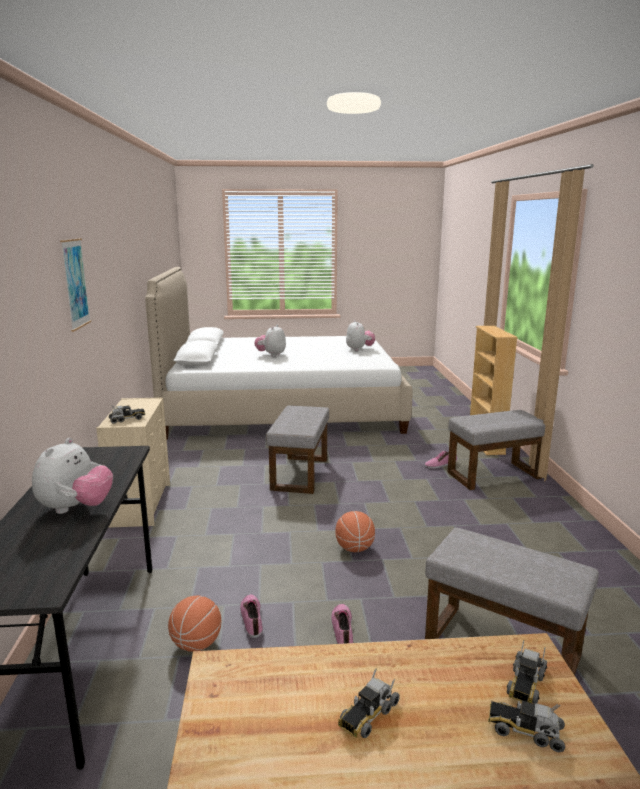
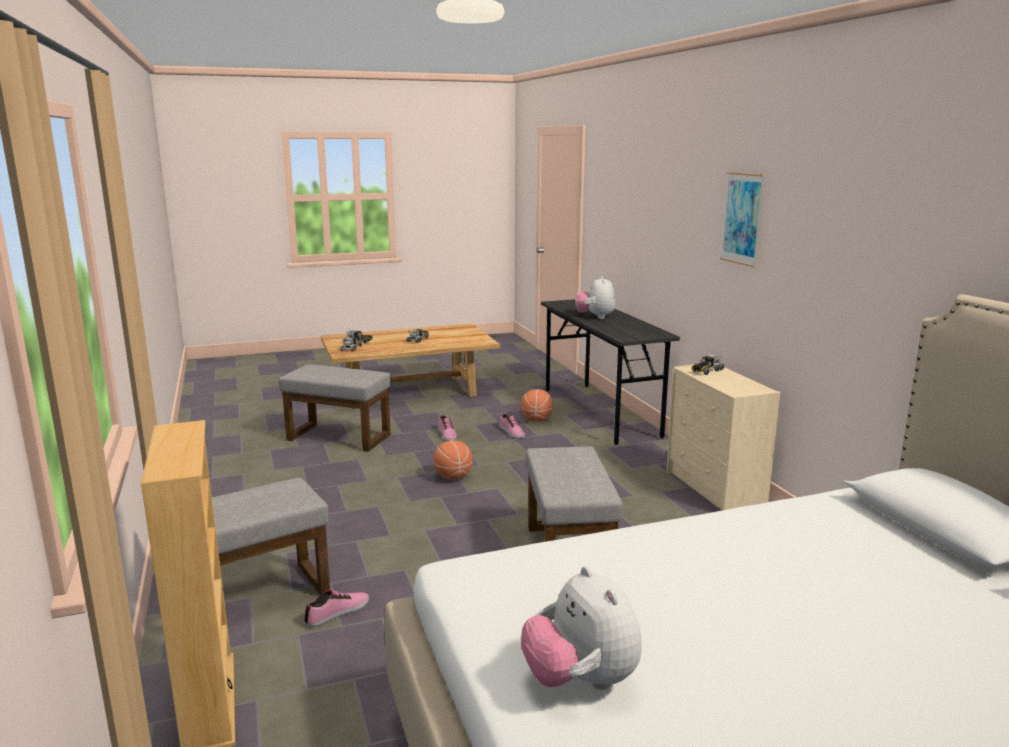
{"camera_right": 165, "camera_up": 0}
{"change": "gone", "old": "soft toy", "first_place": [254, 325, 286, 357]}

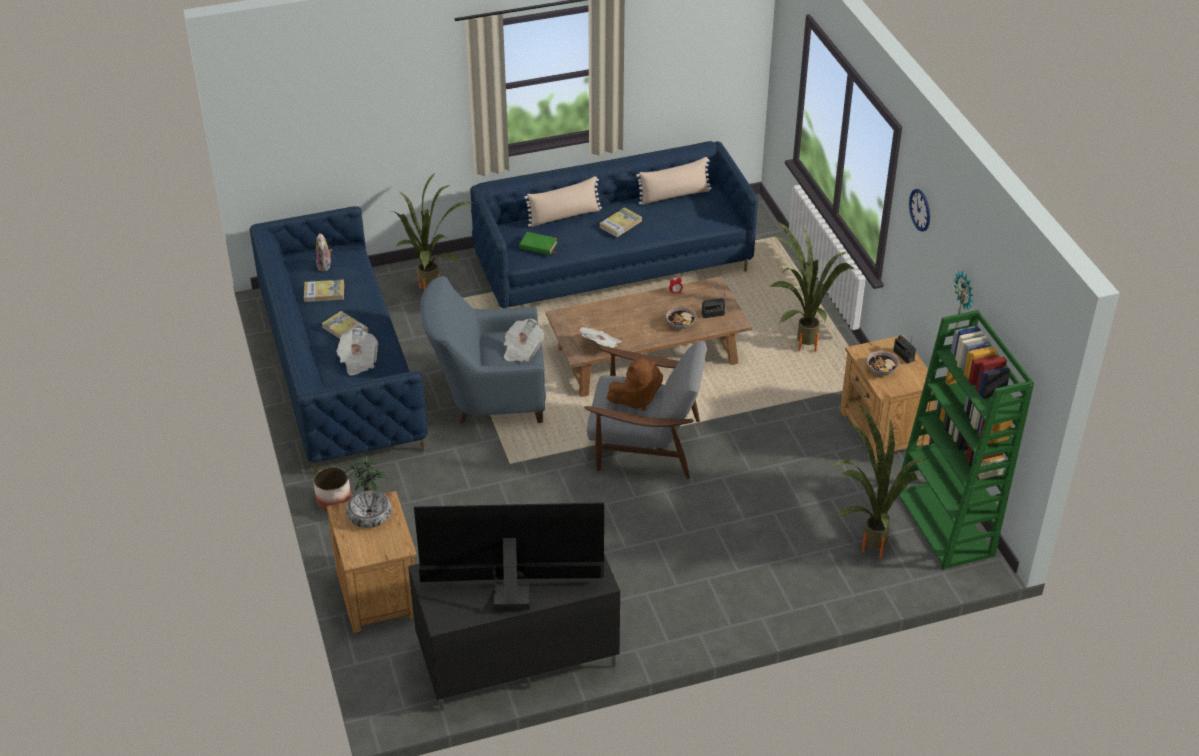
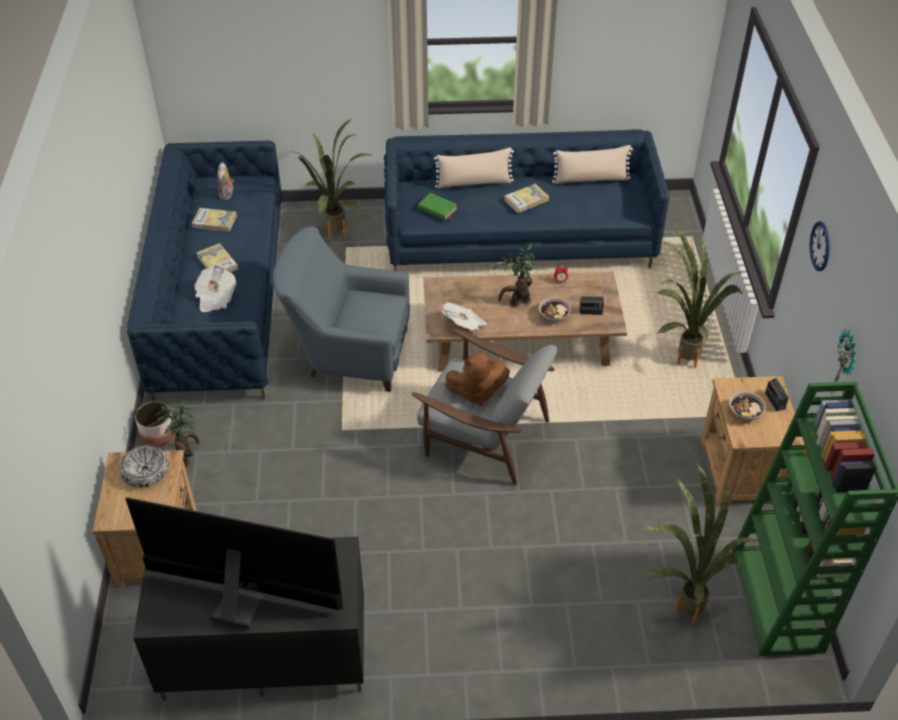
{"camera_right": 15, "camera_up": 5}
{"change": "gone", "old": "newspaper", "first_place": [504, 318, 544, 362]}
{"change": "new", "new": "houseplant", "second_place": [493, 244, 536, 308]}

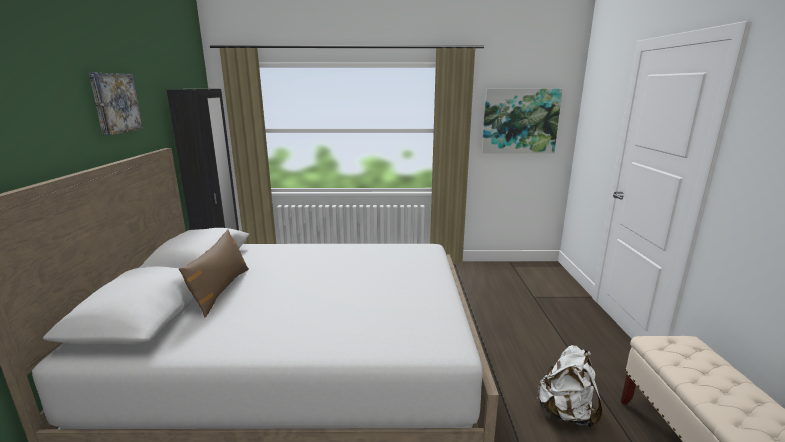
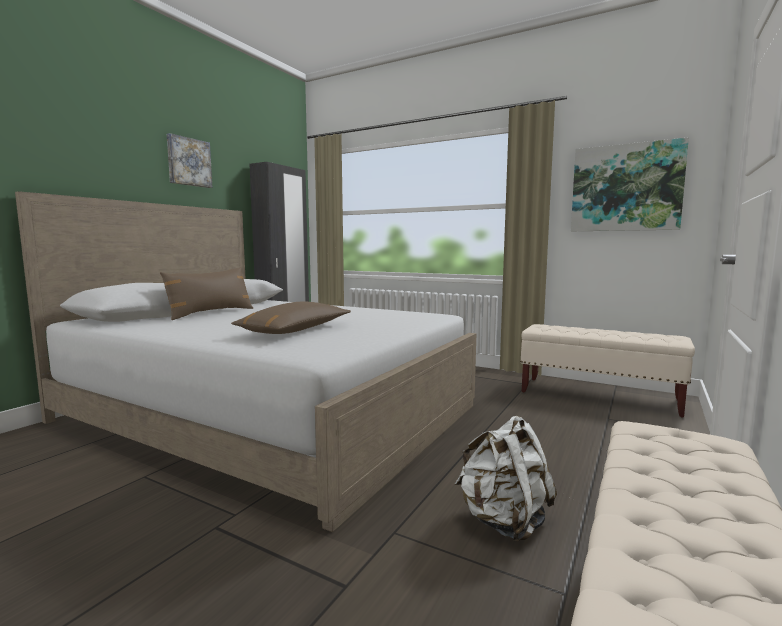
{"camera_right": 30, "camera_up": -10}
{"change": "new", "new": "brown throw pillow", "second_place": [231, 302, 351, 334]}
{"change": "new", "new": "sand-coloured bench", "second_place": [520, 324, 695, 417]}

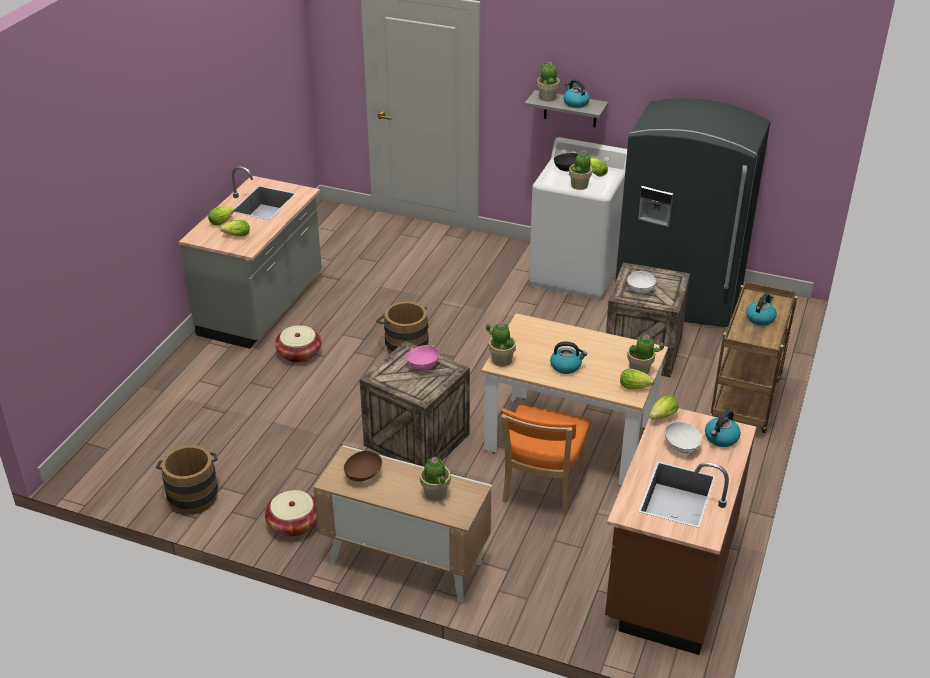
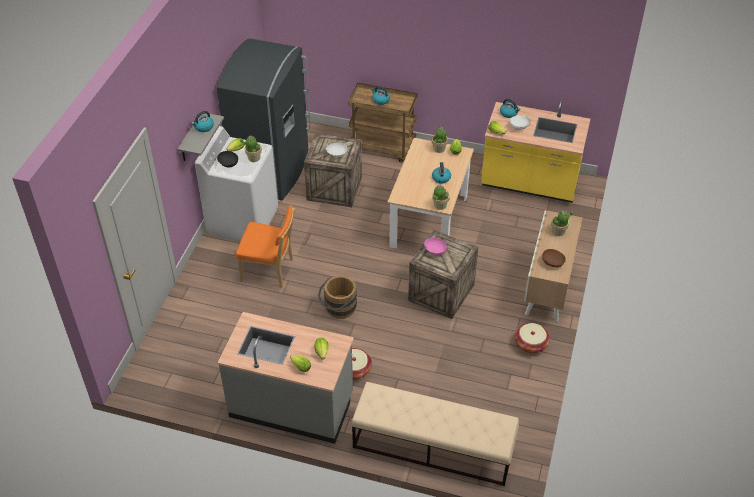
{"camera_right": -95, "camera_up": 10}
{"change": "gone", "old": "brown water bucket", "first_place": [156, 445, 218, 514]}
{"change": "shifted", "old": "orange chair", "first_place": [501, 405, 590, 515], "second_place": [236, 205, 295, 288]}
{"change": "gone", "old": "houseplant", "first_place": [537, 62, 560, 101]}
{"change": "repainted", "old": "brown kitchen base unit", "new": "yellow-coloured kitchen base unit", "first_place": [605, 408, 756, 655], "second_place": [481, 99, 590, 203]}
{"change": "new", "new": "sand-coloured bench", "second_place": [351, 382, 519, 486]}

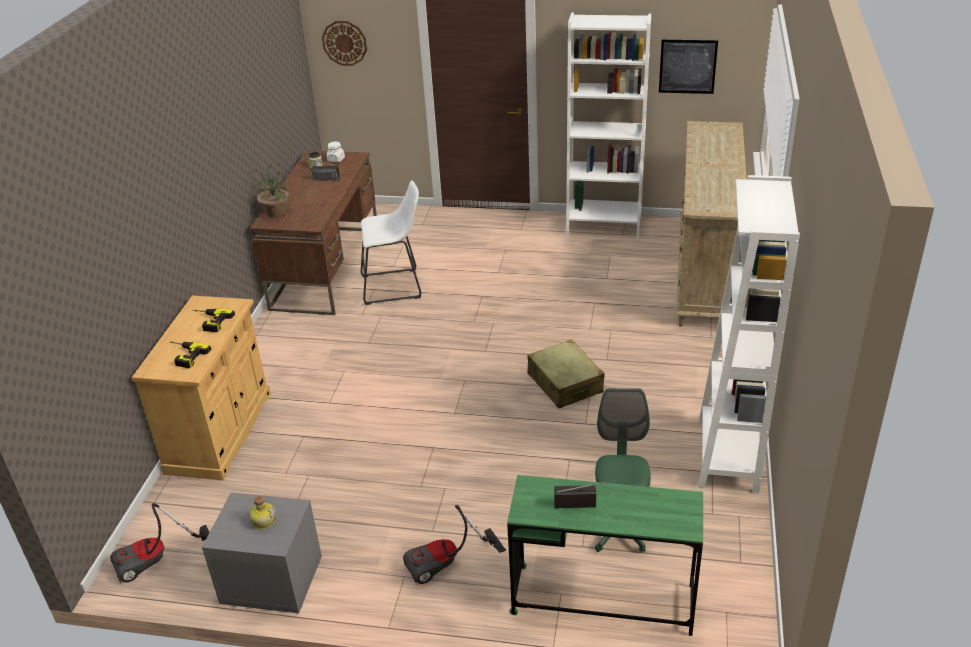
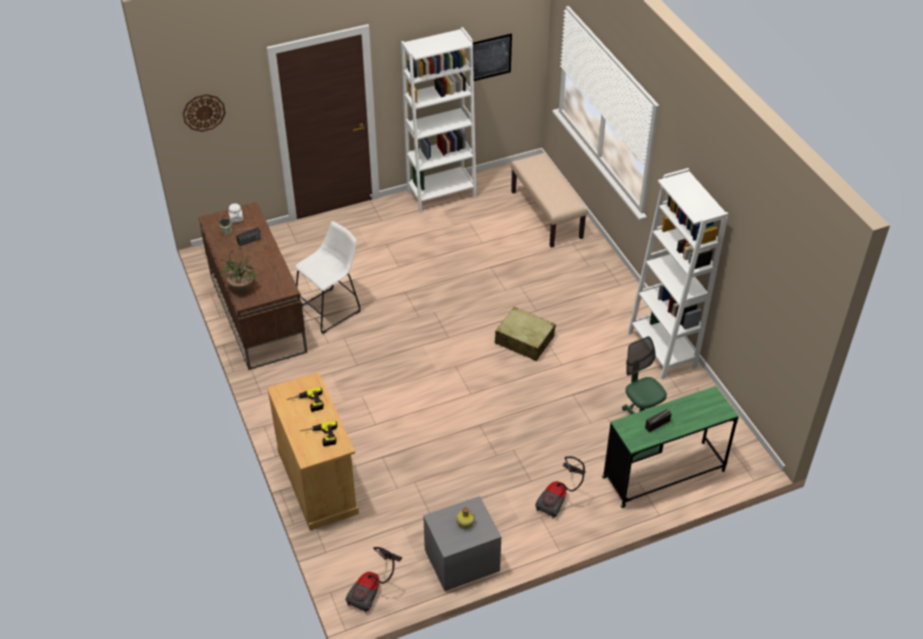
{"camera_right": -35, "camera_up": 10}
{"change": "swapped", "old": "sand-coloured drawer chest", "new": "sand-coloured bench", "first_place": [676, 121, 747, 327], "second_place": [511, 153, 588, 248]}

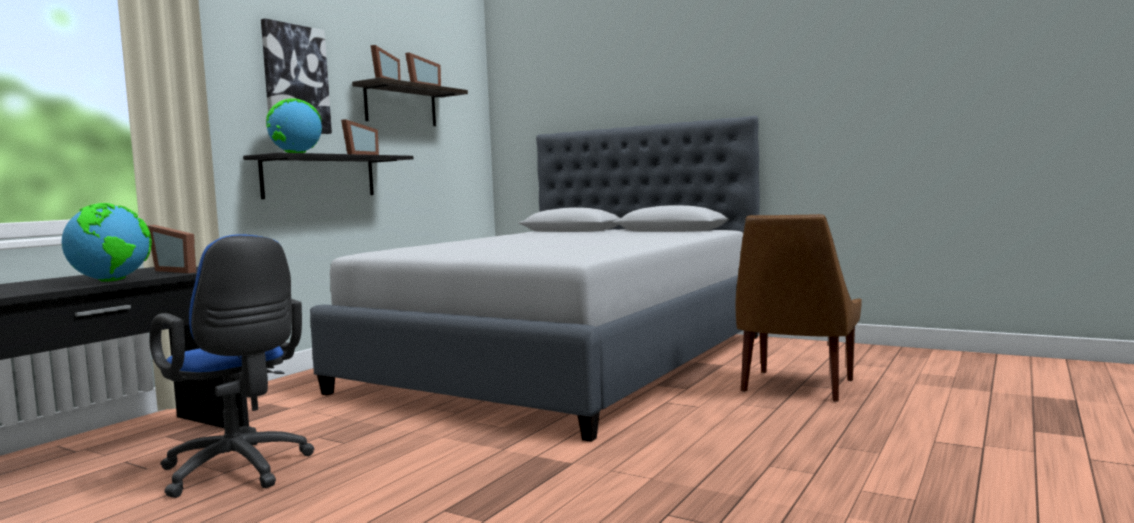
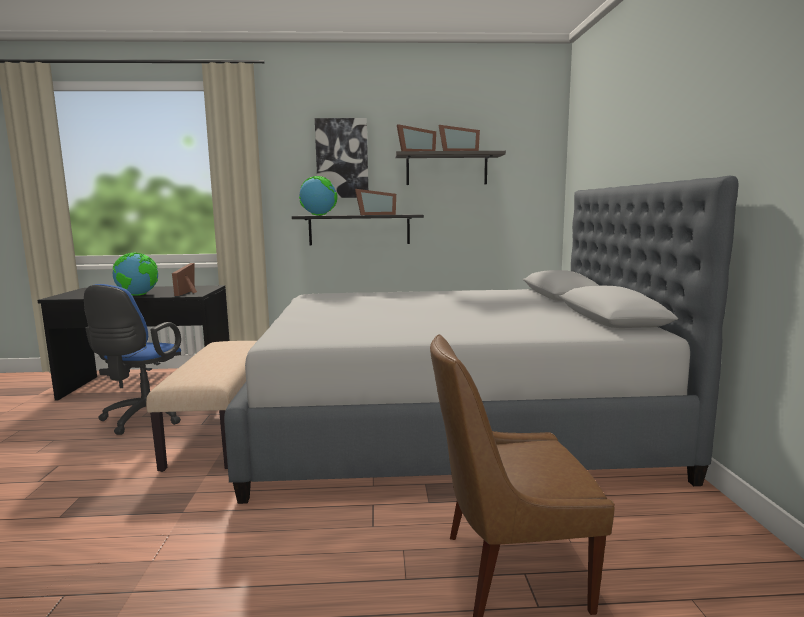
{"camera_right": 55, "camera_up": 5}
{"change": "new", "new": "sand-coloured bench", "second_place": [146, 341, 257, 472]}

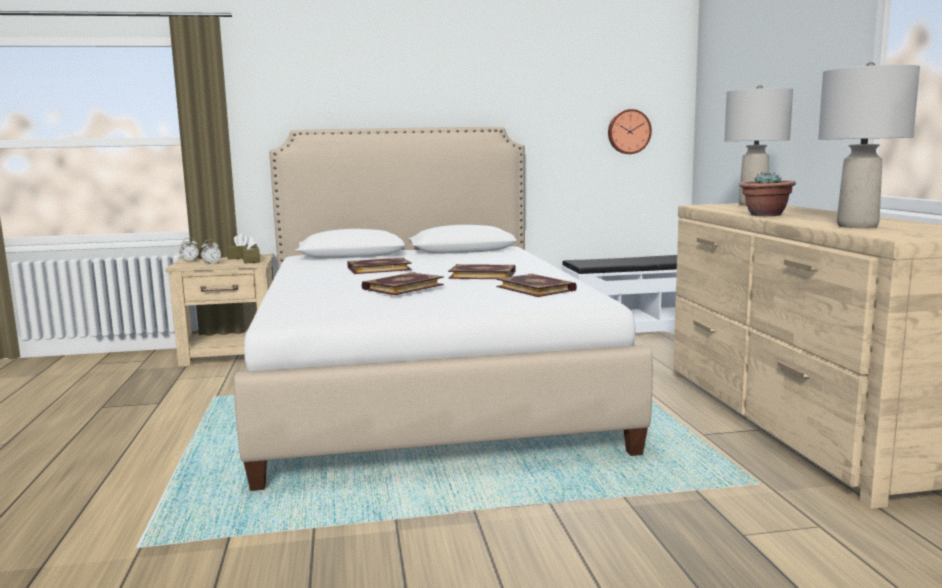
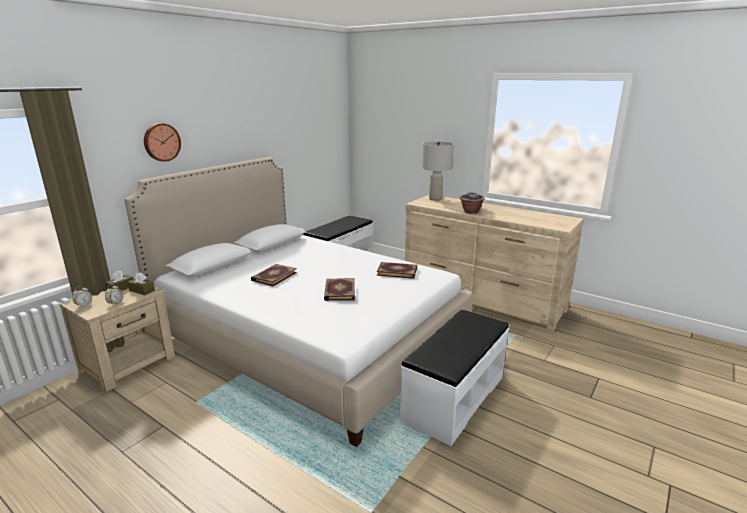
{"camera_right": -45, "camera_up": 10}
{"change": "gone", "old": "volume", "first_place": [448, 264, 516, 279]}
{"change": "shifted", "old": "wall clock", "first_place": [608, 109, 652, 154], "second_place": [144, 123, 181, 162]}
{"change": "gone", "old": "grey lamp for a table", "first_place": [818, 62, 920, 228]}
{"change": "new", "new": "white-coloured bench", "second_place": [400, 310, 509, 446]}

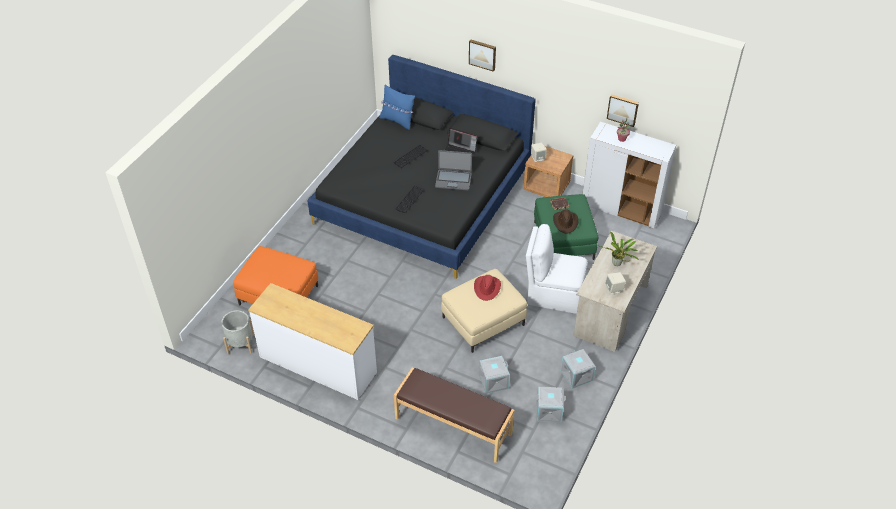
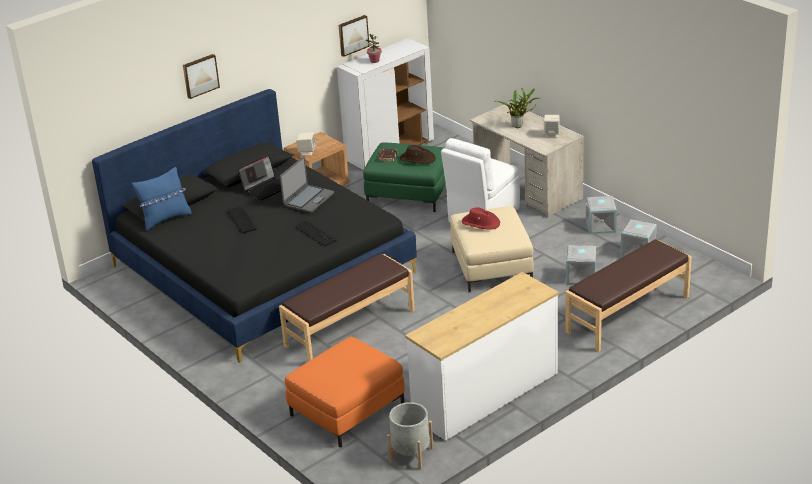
{"camera_right": -65, "camera_up": -15}
{"change": "new", "new": "brown bench", "second_place": [279, 254, 415, 361]}

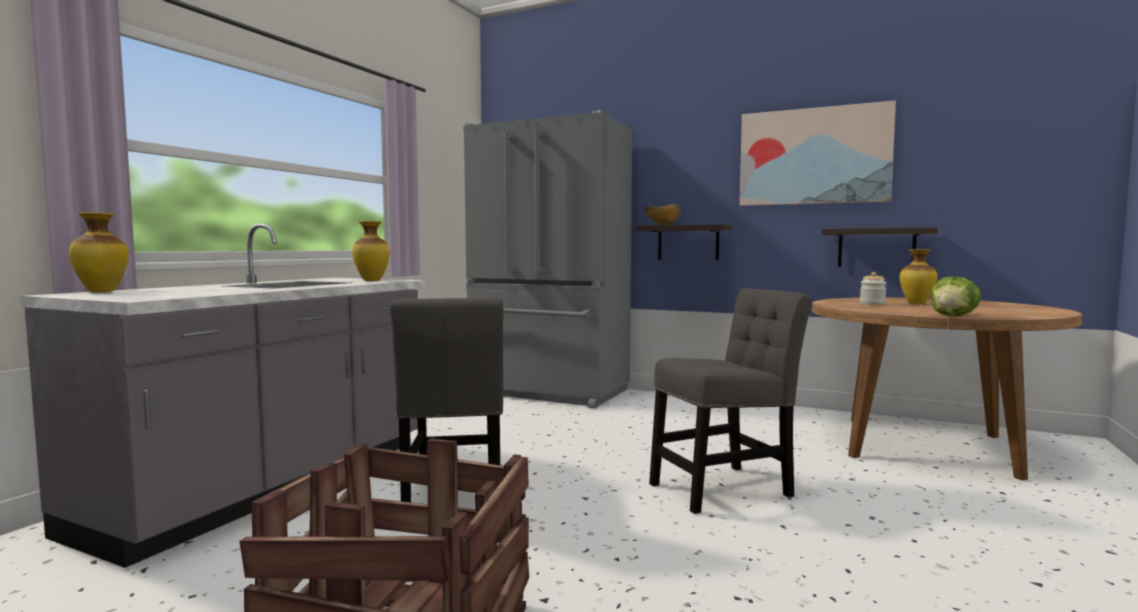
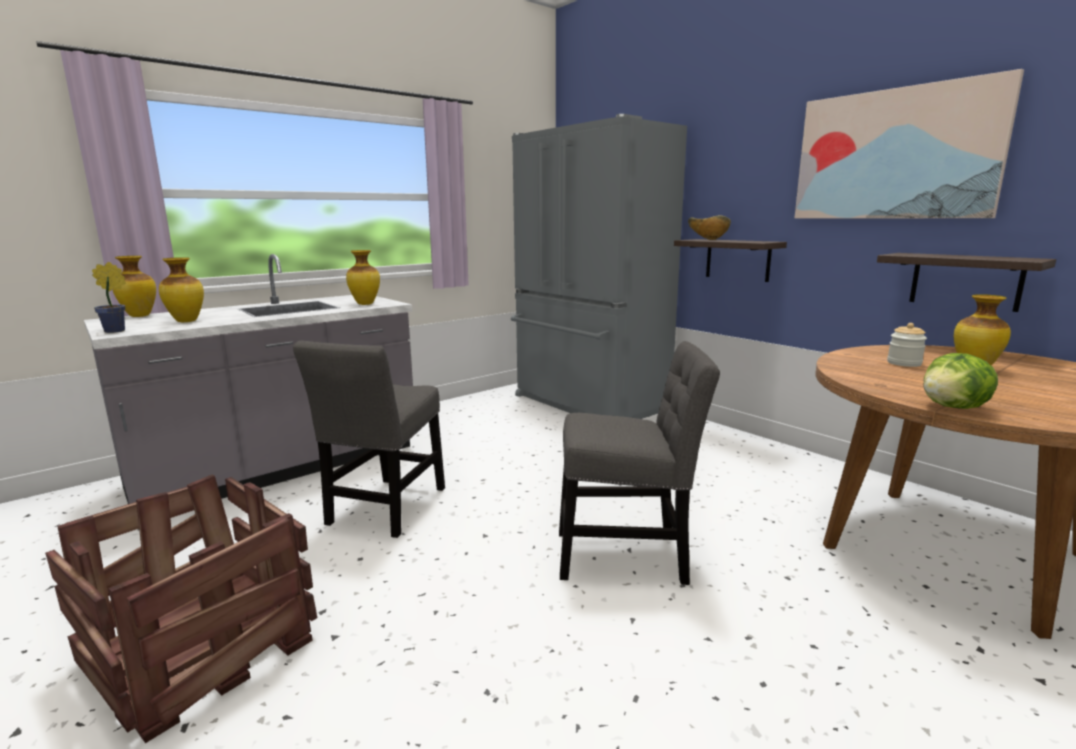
{"camera_right": 25, "camera_up": 10}
{"change": "new", "new": "houseplant", "second_place": [92, 262, 126, 333]}
{"change": "new", "new": "vase", "second_place": [159, 257, 204, 322]}

